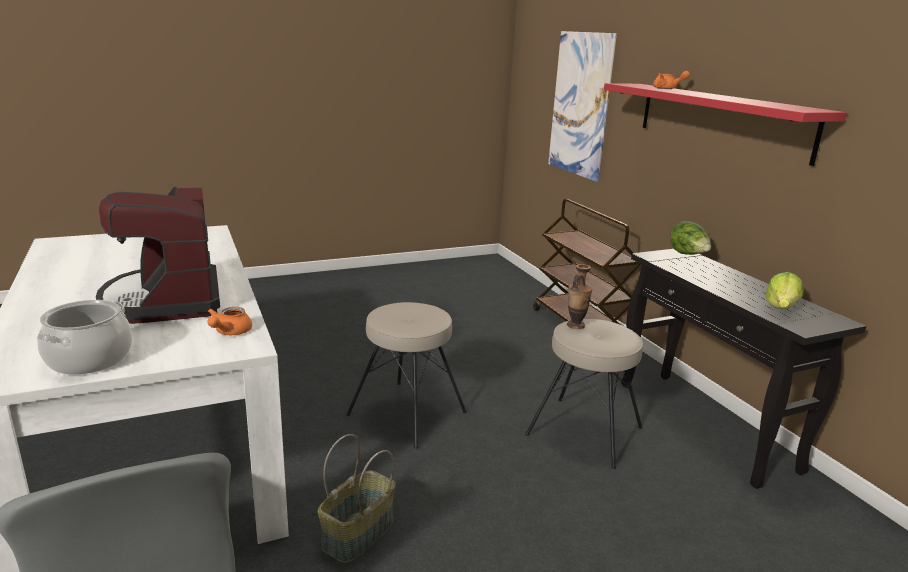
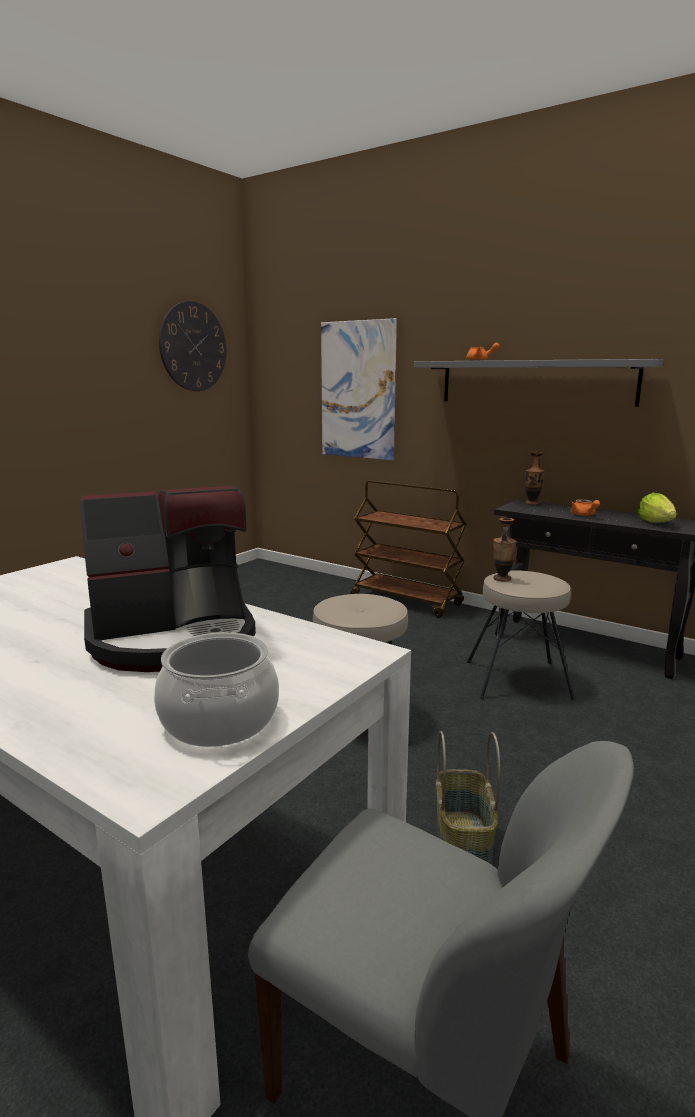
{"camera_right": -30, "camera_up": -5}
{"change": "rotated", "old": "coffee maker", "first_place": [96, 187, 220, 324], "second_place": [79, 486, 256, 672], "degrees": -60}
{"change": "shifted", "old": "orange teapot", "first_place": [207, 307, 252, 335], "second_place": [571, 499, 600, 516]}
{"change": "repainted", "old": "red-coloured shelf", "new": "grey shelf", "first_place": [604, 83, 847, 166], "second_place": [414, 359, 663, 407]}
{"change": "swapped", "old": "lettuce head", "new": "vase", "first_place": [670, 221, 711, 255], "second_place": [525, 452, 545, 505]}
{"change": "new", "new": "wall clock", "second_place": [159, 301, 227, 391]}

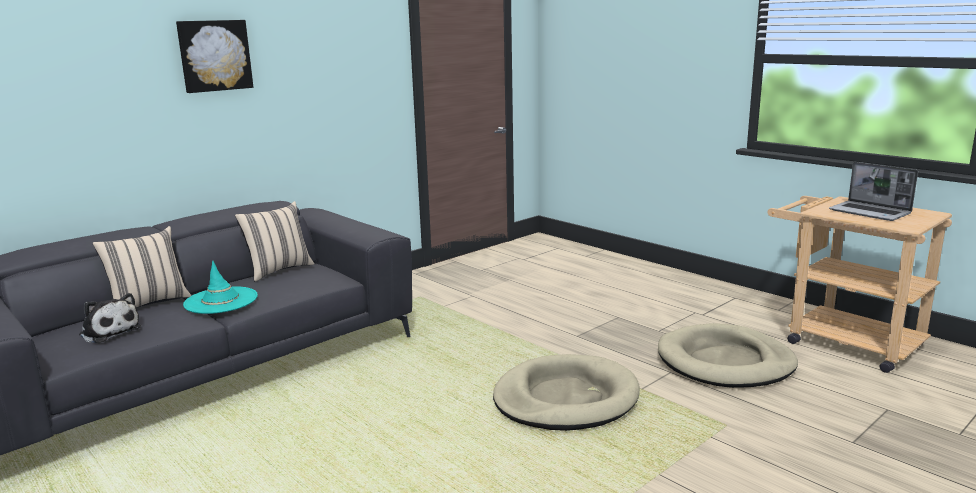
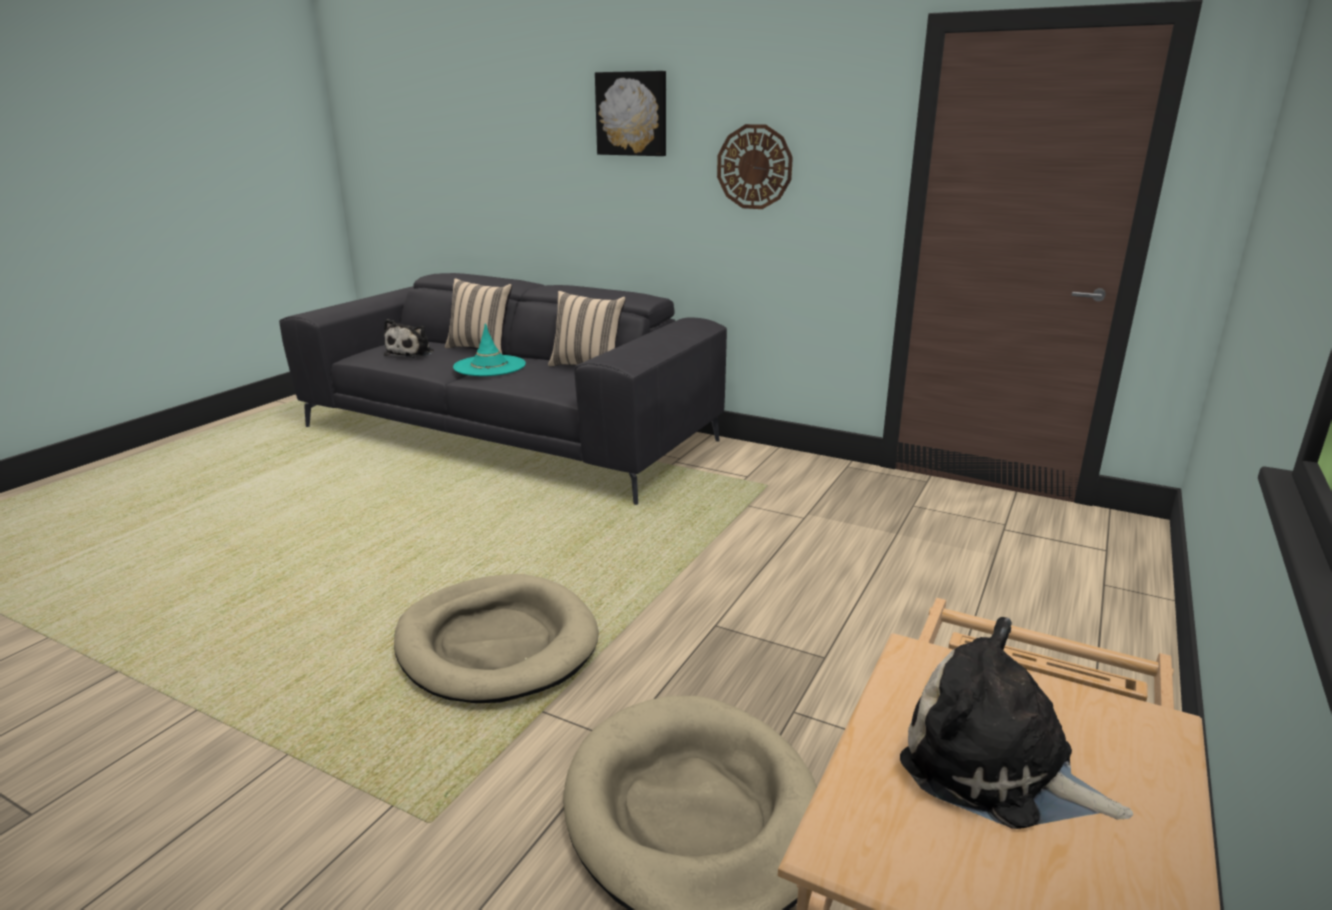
{"camera_right": 70, "camera_up": 5}
{"change": "swapped", "old": "laptop", "new": "soft toy", "first_place": [829, 162, 918, 221], "second_place": [900, 617, 1133, 829]}
{"change": "new", "new": "wall clock", "second_place": [717, 124, 793, 209]}

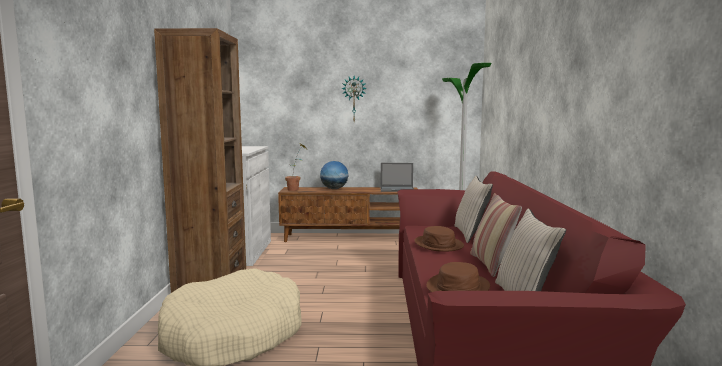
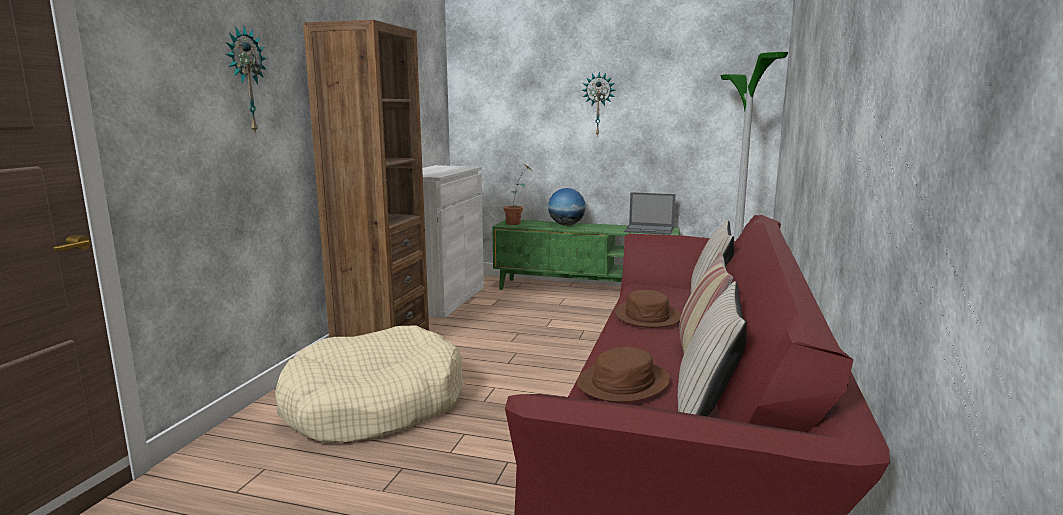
{"camera_right": 15, "camera_up": 5}
{"change": "repainted", "old": "brown tv stand", "new": "greenish tv stand", "first_place": [278, 187, 417, 242], "second_place": [493, 220, 680, 290]}
{"change": "new", "new": "wall clock", "second_place": [225, 26, 267, 132]}

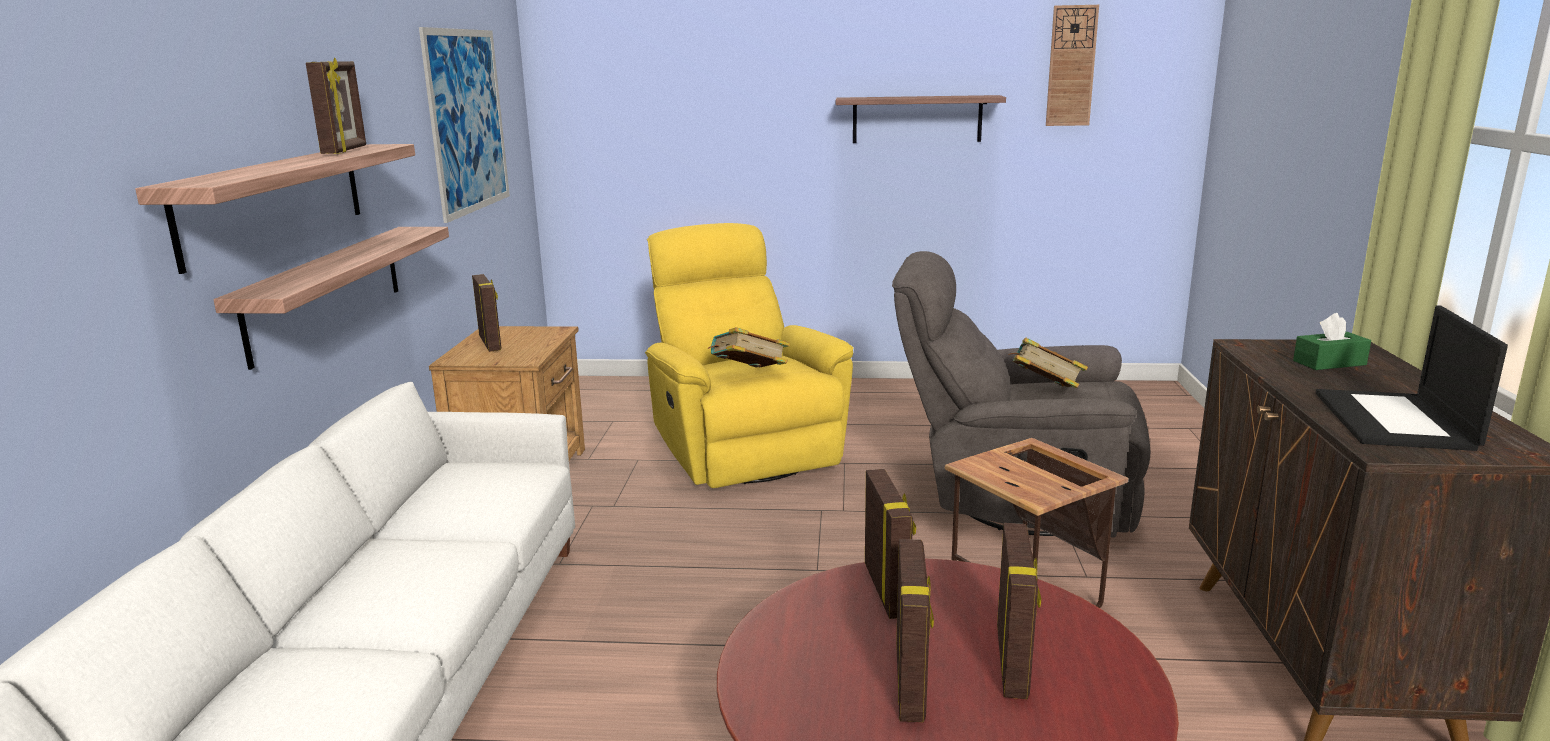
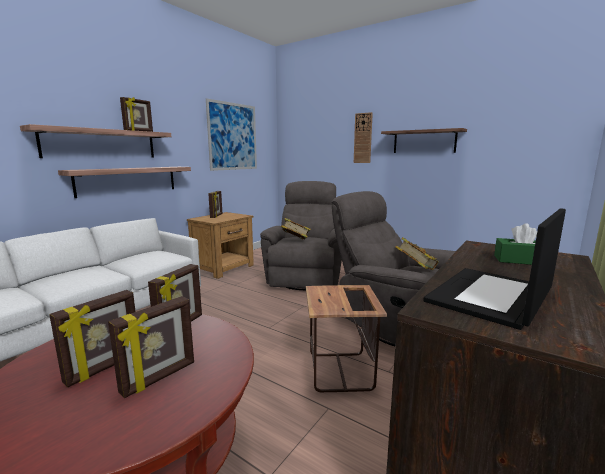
{"camera_right": 30, "camera_up": -5}
{"change": "repainted", "old": "yellow-coloured armchair", "new": "grey armchair", "first_place": [645, 223, 854, 488], "second_place": [260, 181, 342, 290]}
{"change": "shifted", "old": "wall clock", "first_place": [1046, 5, 1099, 126], "second_place": [354, 112, 373, 163]}

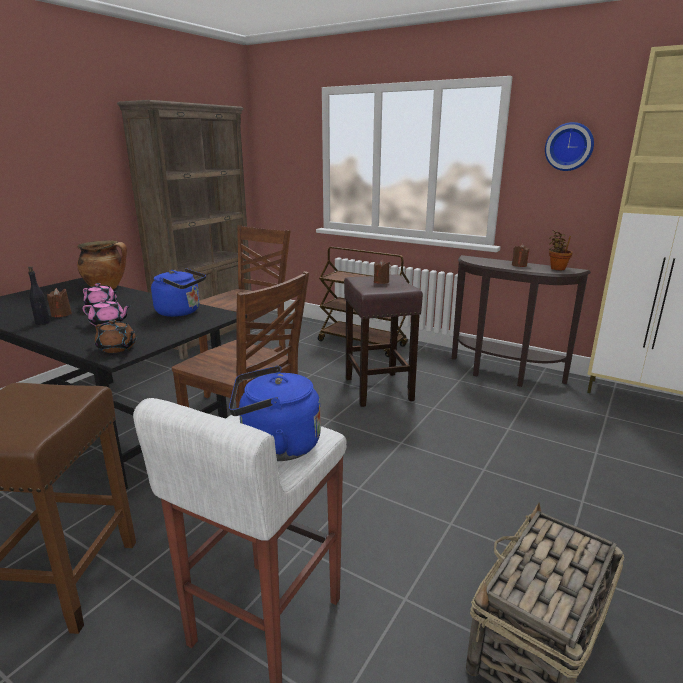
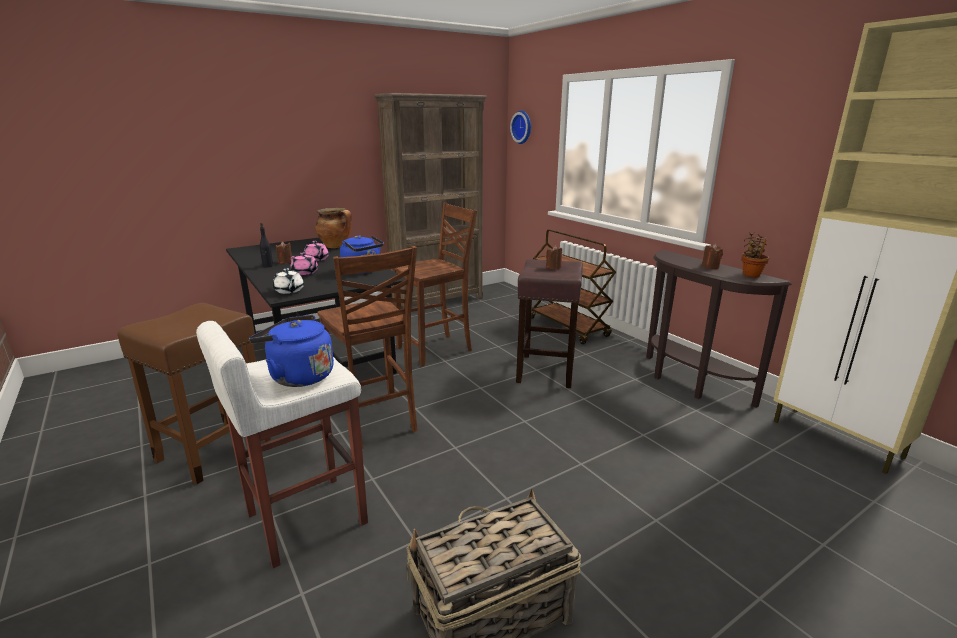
{"camera_right": 25, "camera_up": 0}
{"change": "repainted", "old": "brown teapot", "new": "white-coloured teapot", "first_place": [95, 320, 136, 353], "second_place": [273, 268, 304, 294]}
{"change": "shifted", "old": "wall clock", "first_place": [545, 122, 594, 171], "second_place": [510, 110, 531, 144]}

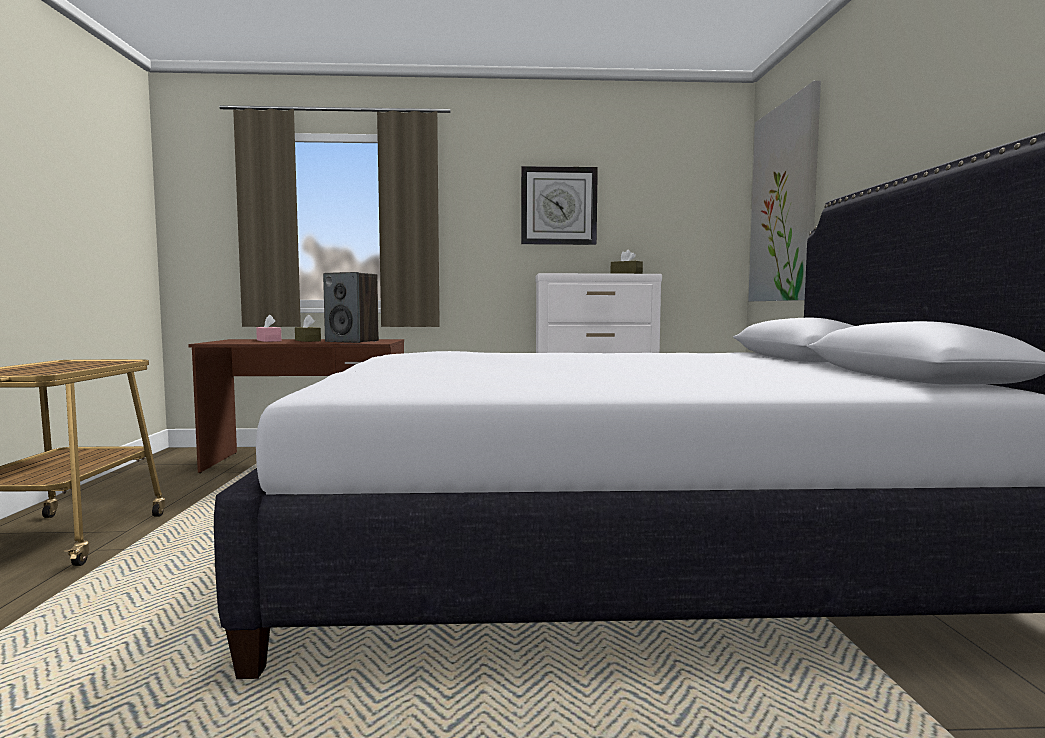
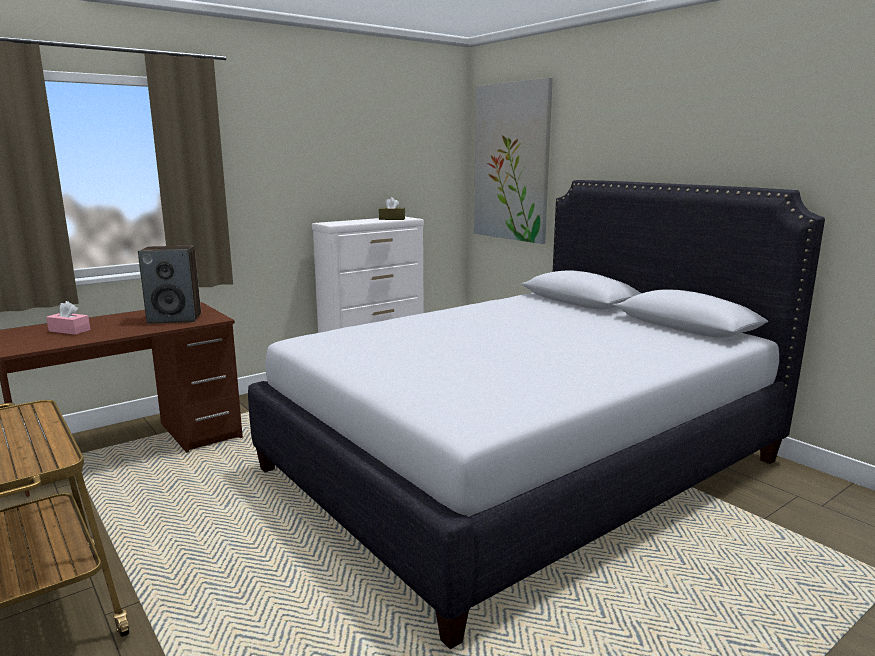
{"camera_right": -35, "camera_up": 10}
{"change": "gone", "old": "brown tissue box", "first_place": [295, 315, 321, 342]}
{"change": "gone", "old": "wall clock", "first_place": [521, 166, 598, 245]}

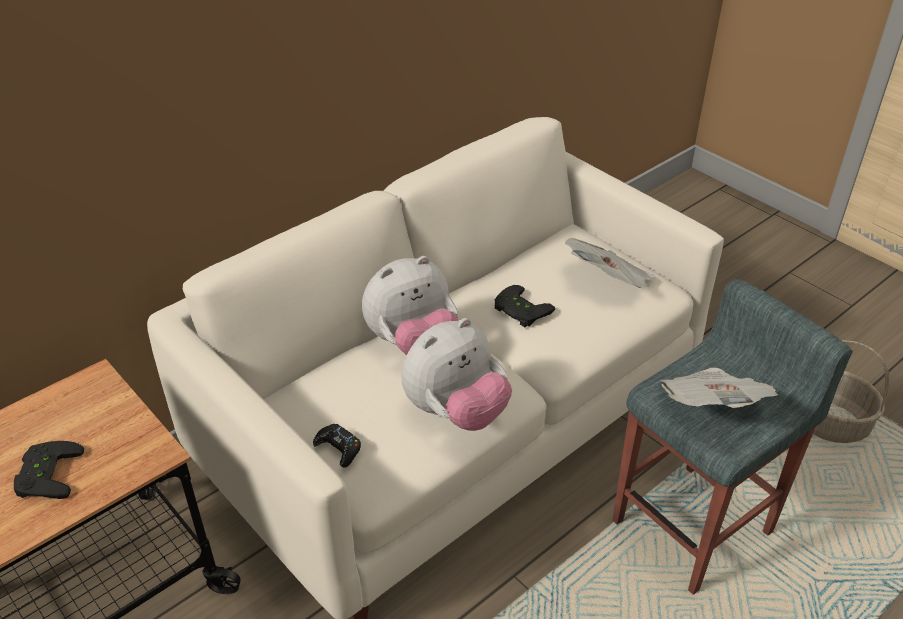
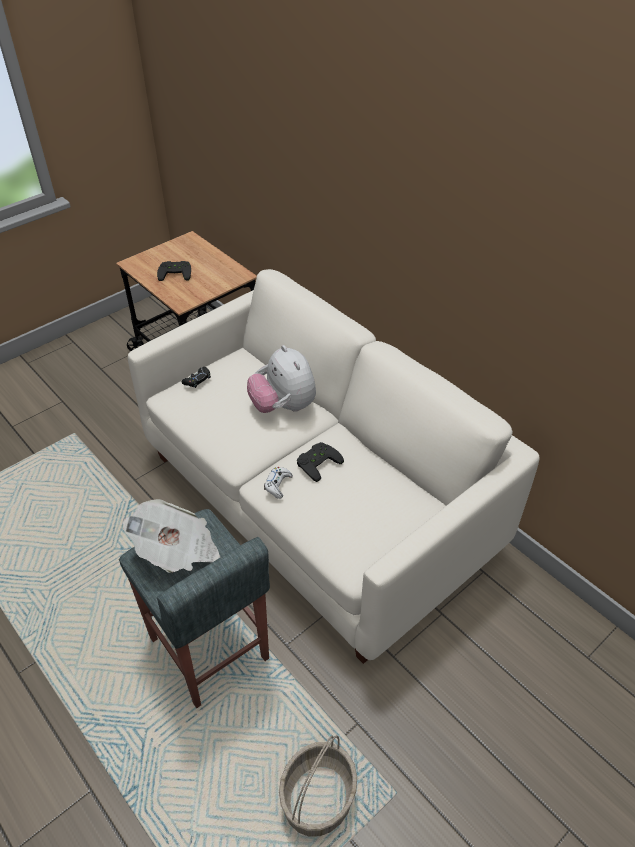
{"camera_right": 90, "camera_up": 5}
{"change": "gone", "old": "soft toy", "first_place": [402, 318, 512, 431]}
{"change": "gone", "old": "newspaper", "first_place": [565, 238, 656, 288]}
{"change": "new", "new": "white-coloured joypad", "second_place": [264, 467, 293, 499]}

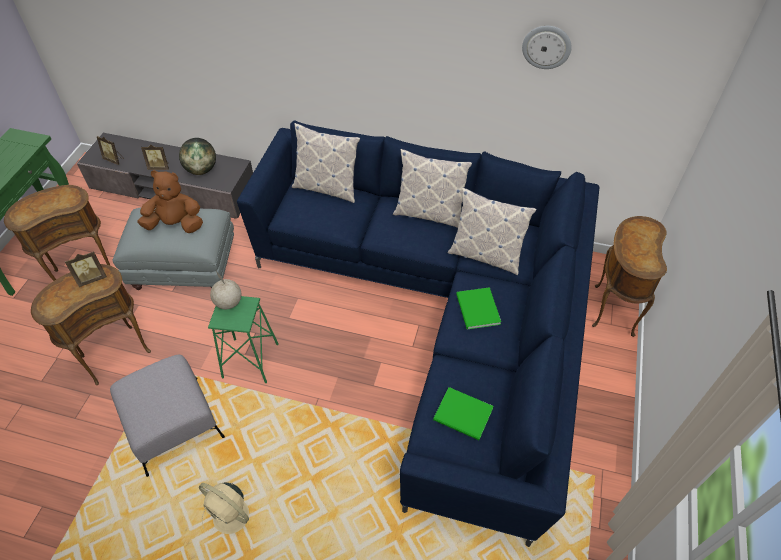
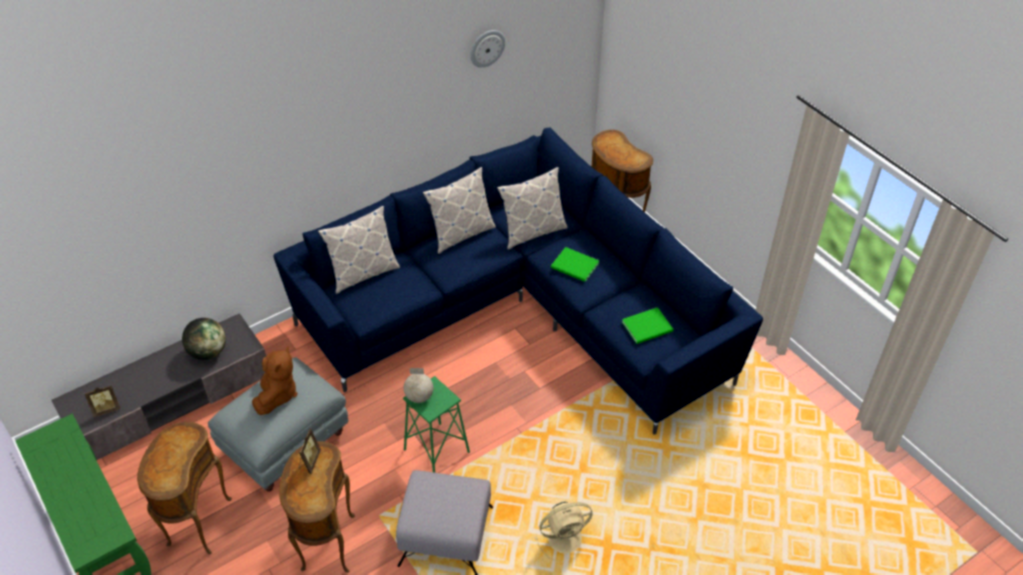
{"camera_right": -50, "camera_up": -5}
{"change": "rotated", "old": "brown soft toy", "first_place": [137, 170, 203, 233], "second_place": [252, 346, 297, 415], "degrees": 150}
{"change": "gone", "old": "standing frame", "first_place": [141, 145, 169, 170]}

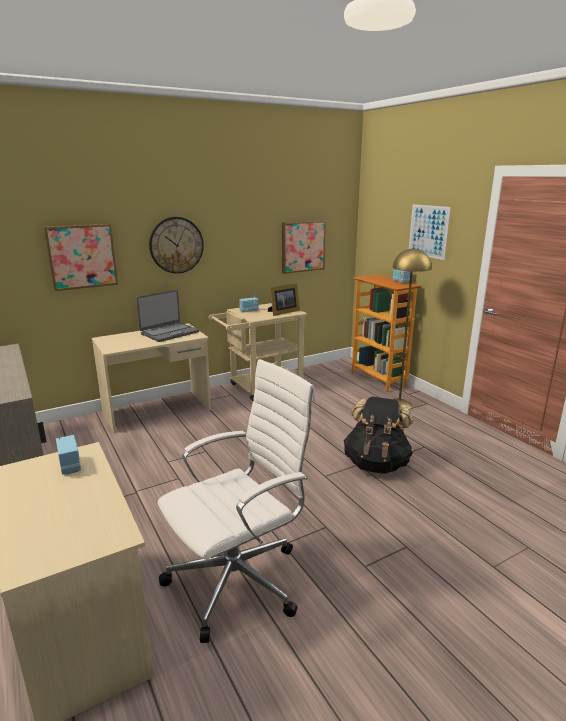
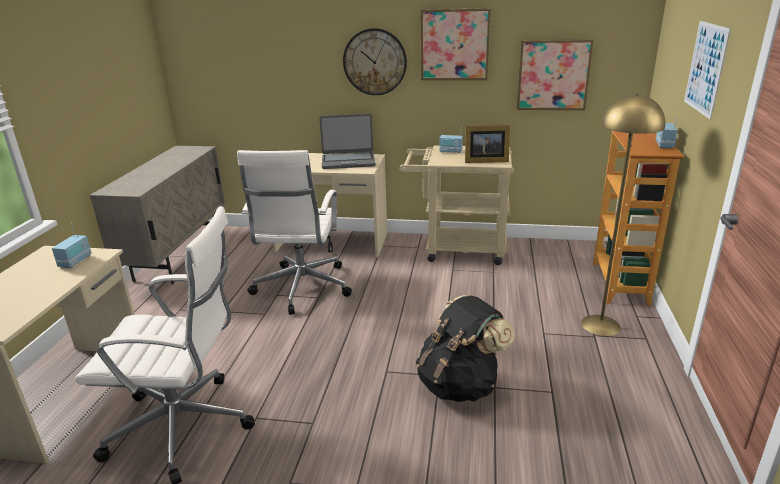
{"camera_right": 40, "camera_up": 5}
{"change": "shifted", "old": "picture", "first_place": [44, 224, 118, 291], "second_place": [421, 8, 491, 80]}
{"change": "new", "new": "white-coloured office chair", "second_place": [237, 150, 352, 315]}

